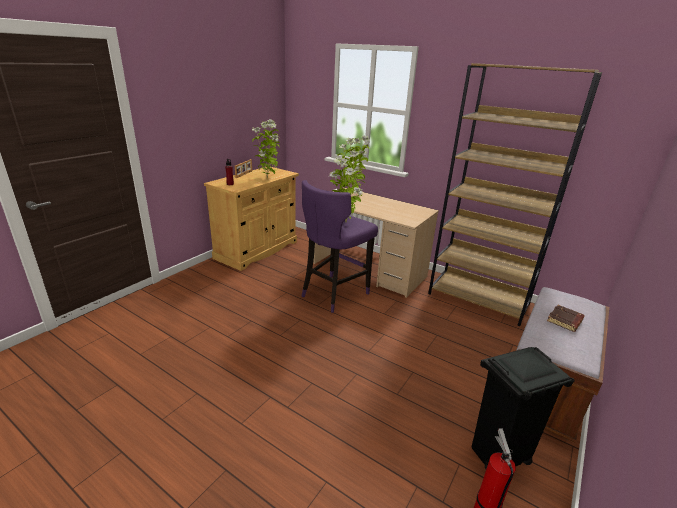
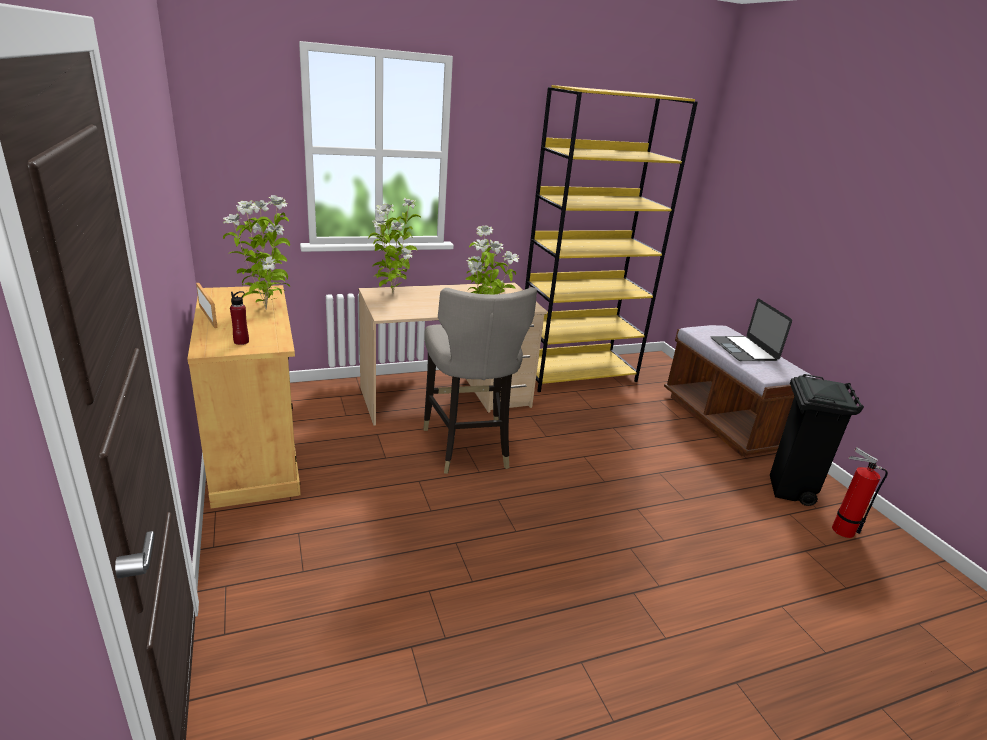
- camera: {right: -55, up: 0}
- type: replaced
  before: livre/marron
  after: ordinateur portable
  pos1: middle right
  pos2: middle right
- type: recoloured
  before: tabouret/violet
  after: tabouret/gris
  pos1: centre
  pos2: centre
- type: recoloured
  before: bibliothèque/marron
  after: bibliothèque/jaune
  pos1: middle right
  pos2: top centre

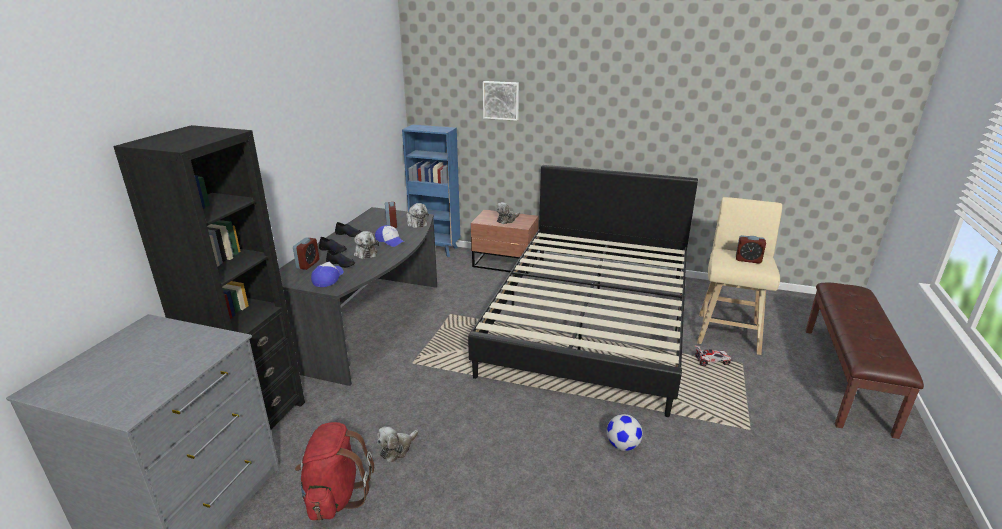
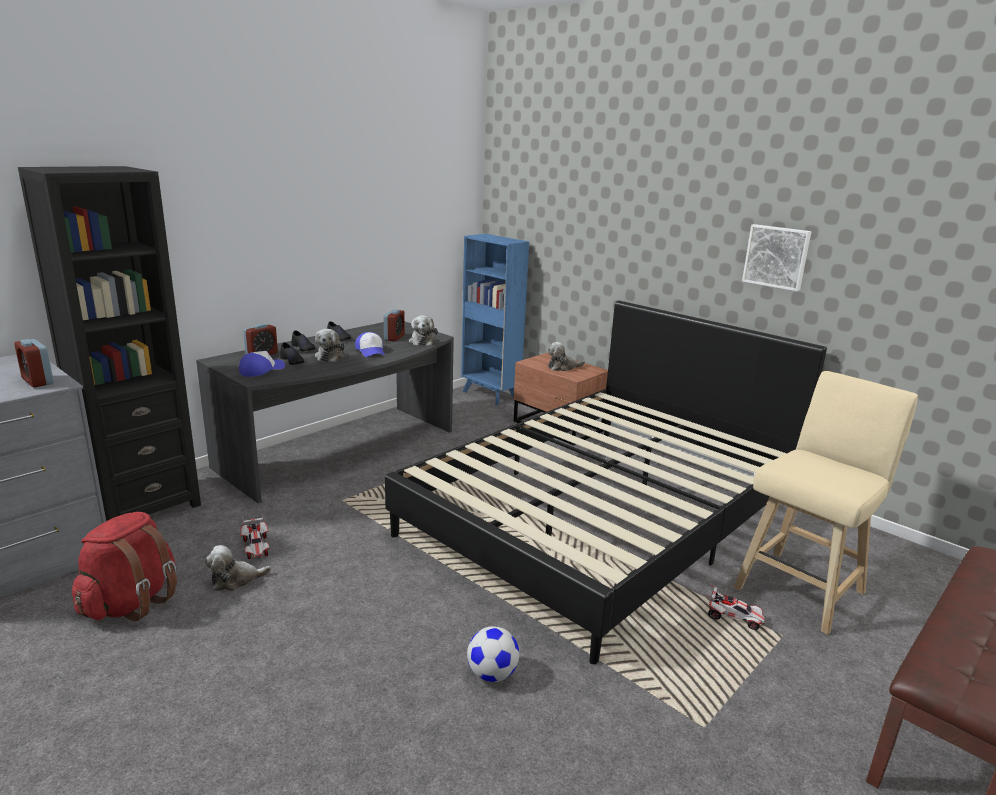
- camera: {right: 25, up: -5}
- type: added
  after: petite voiture (1st from left)
  pos2: bottom left
- type: moved
  before: tableau
  pos1: top centre
  pos2: top right
- type: moved
  before: réveil (3rd from left in the first image)
  after: réveil (1st from left)
  pos1: middle right
  pos2: middle left

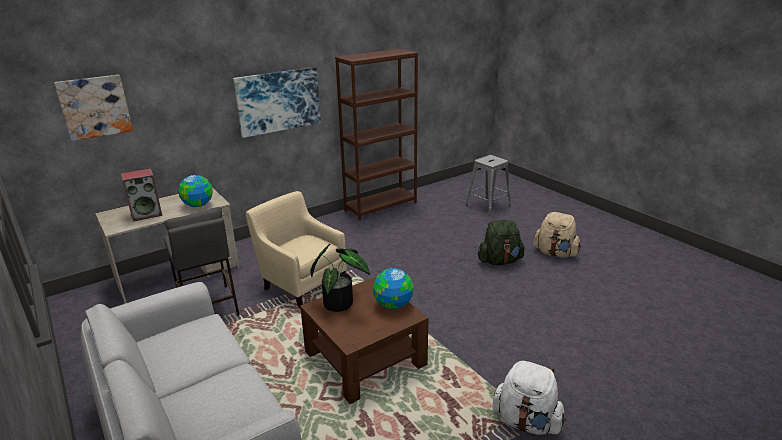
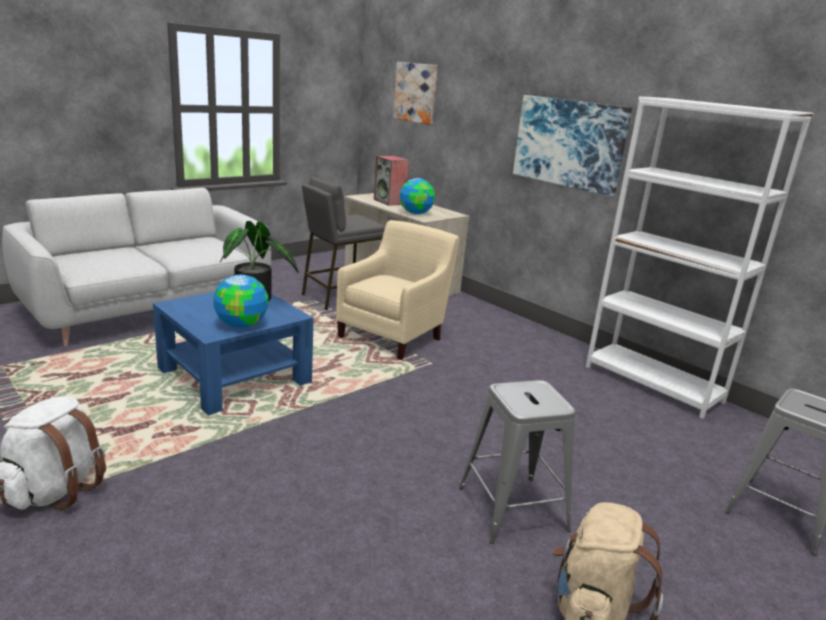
- camera: {right: 80, up: -5}
- type: replaced
  before: sac à dos/vert
  after: tabouret/gris (2nd from left)
  pos1: centre
  pos2: bottom centre
- type: recoloured
  before: table basse/marron
  after: table basse/bleu
  pos1: bottom centre
  pos2: middle left
- type: recoloured
  before: bibliothèque/marron
  after: bibliothèque/blanc
  pos1: top centre
  pos2: middle right

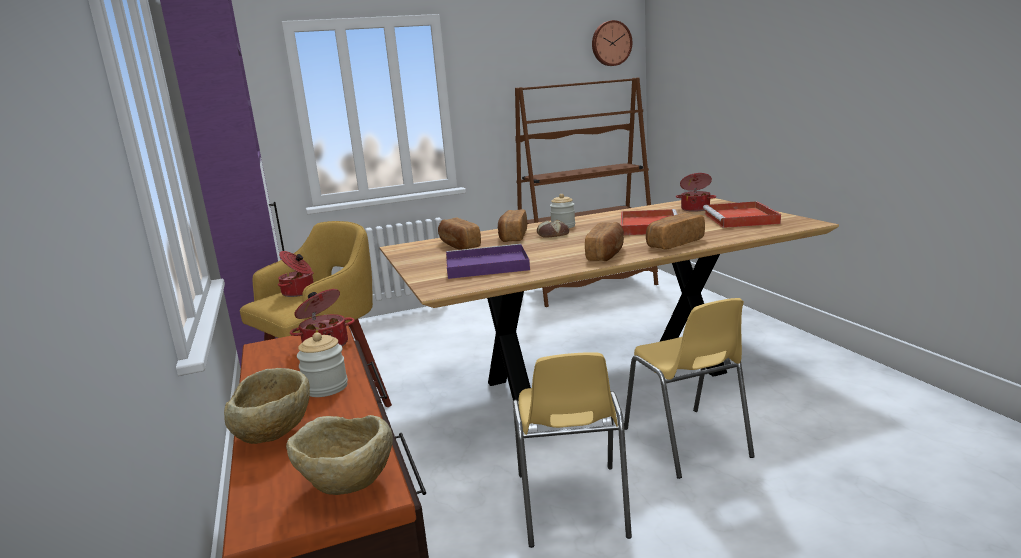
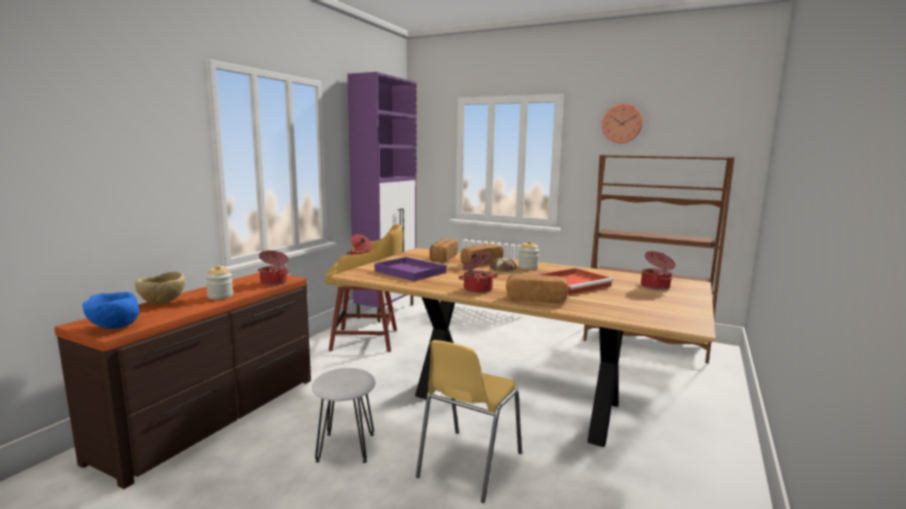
- camera: {right: 45, up: -5}
- type: removed
  before: plateau/rouge (2nd from left)
  pos1: middle right
- type: moved
  before: horloge murale
  pos1: top centre
  pos2: top right
- type: replaced
  before: chaise/jaune (1st from left)
  after: tabouret/blanc
  pos1: bottom centre
  pos2: bottom centre
- type: replaced
  before: pain (4th from left)
  after: marmite (3rd from left)
  pos1: centre
  pos2: centre
- type: recoloured
  before: bol/beige (2nd from left)
  after: bol/bleu
  pos1: bottom left
  pos2: middle left

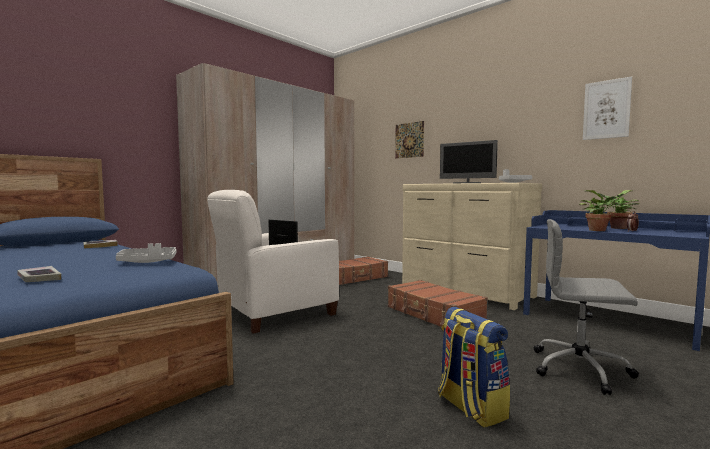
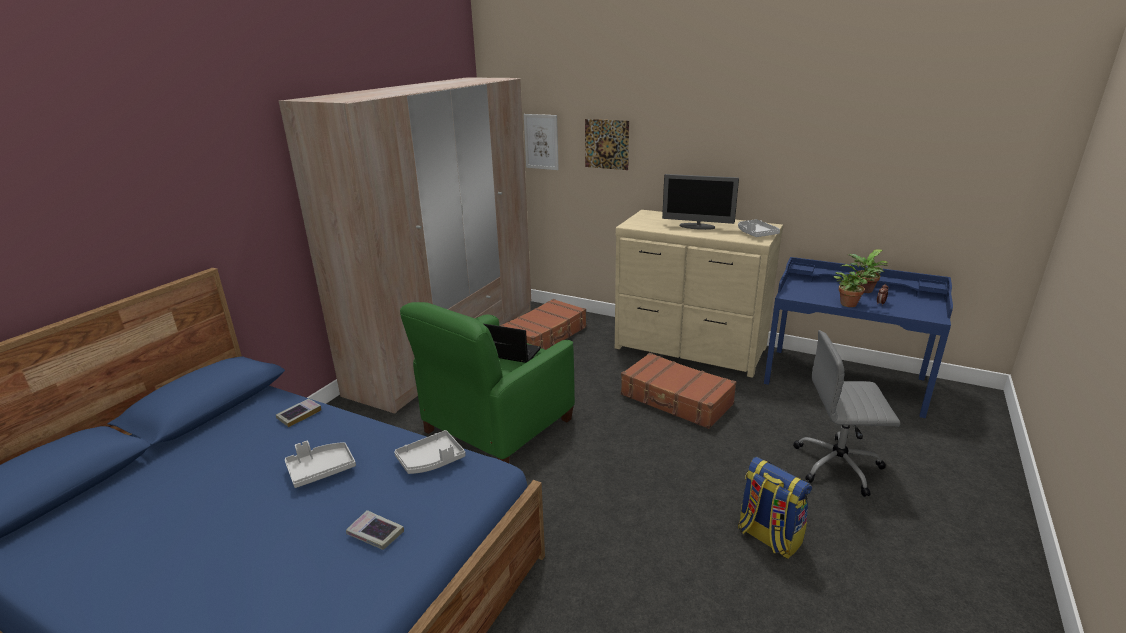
- camera: {right: -15, up: 20}
- type: added
  after: plateau/gris (1st from left)
  pos2: bottom left
- type: moved
  before: tableau (2nd from left in the first image)
  after: tableau (1st from left)
  pos1: top right
  pos2: top centre
- type: recoloured
  before: fauteuil/blanc
  after: fauteuil/vert
  pos1: centre
  pos2: centre

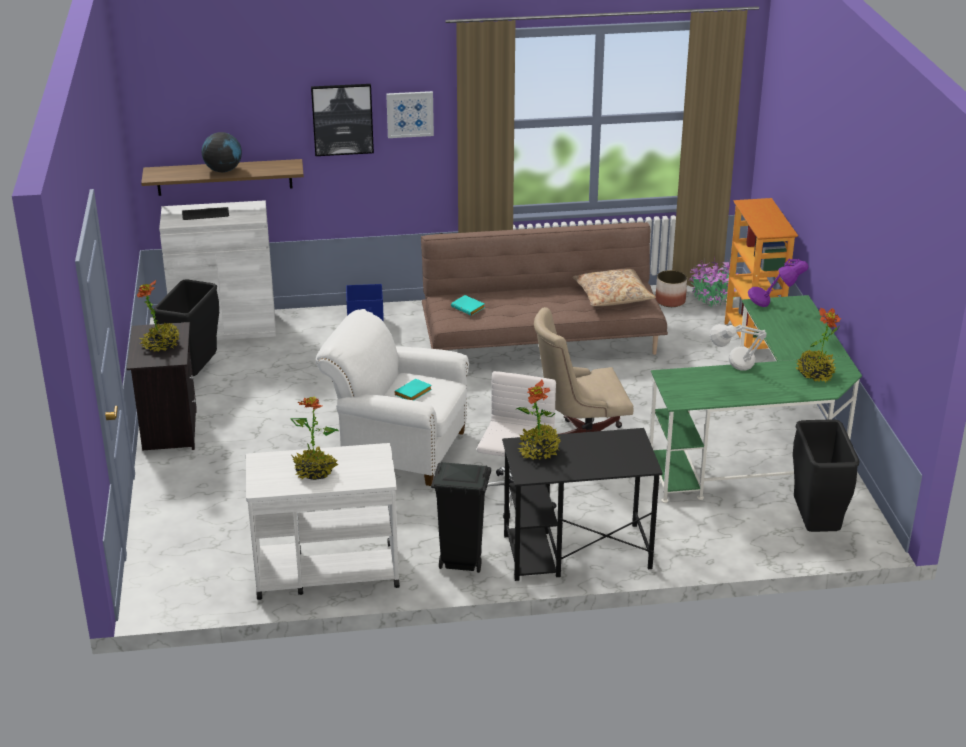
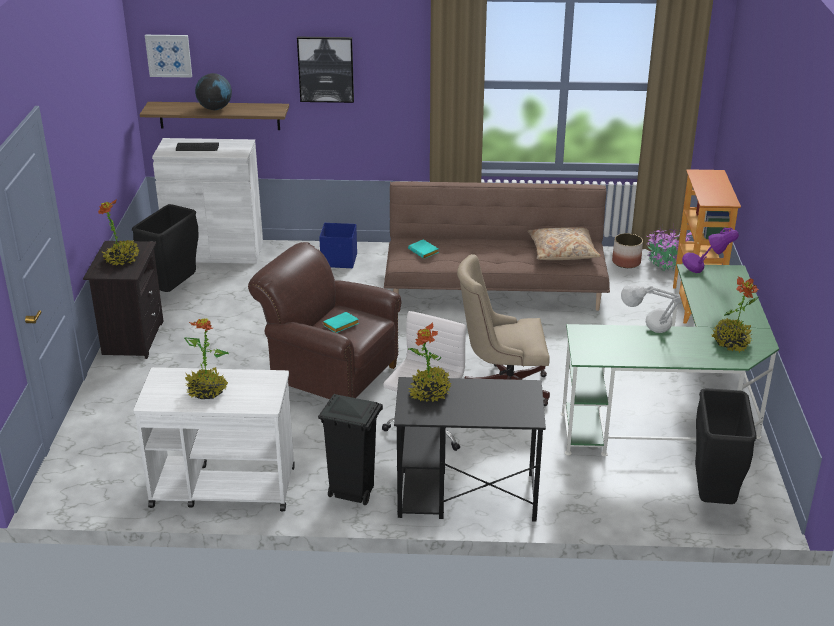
- camera: {right: 10, up: 0}
- type: moved
  before: tableau (2nd from left in the first image)
  after: tableau (1st from left)
  pos1: top centre
  pos2: top left
- type: recoloured
  before: fauteuil/blanc
  after: fauteuil/marron
  pos1: centre
  pos2: centre

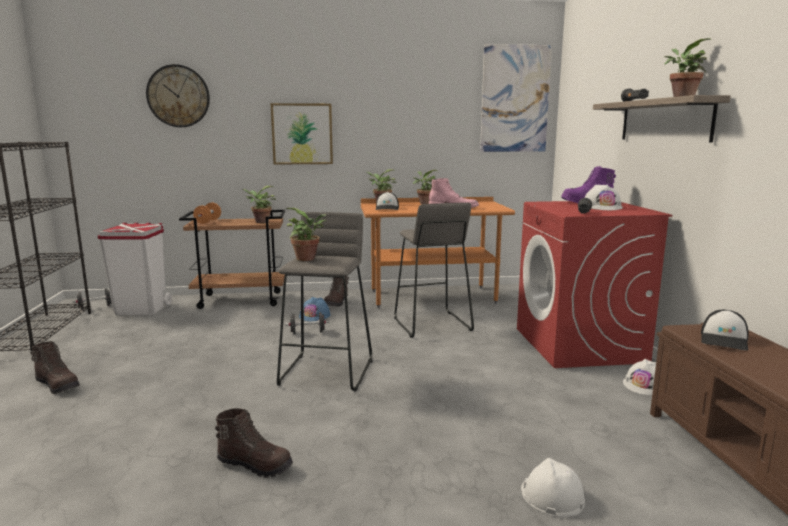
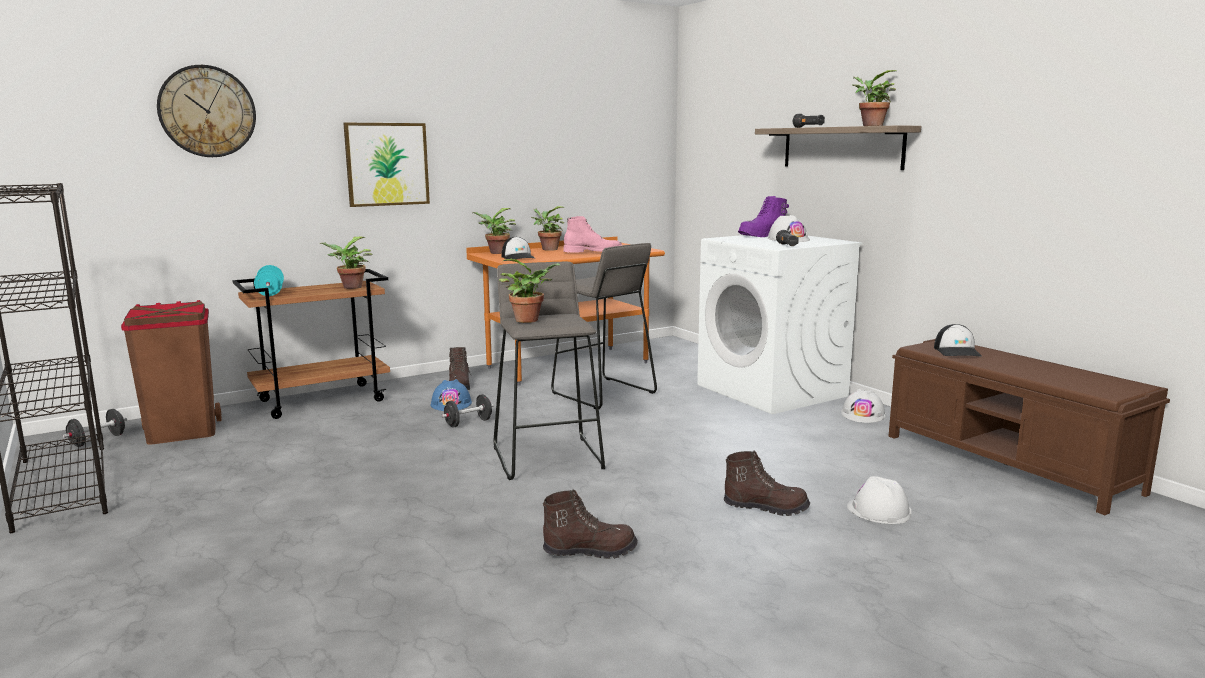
- camera: {right: -25, up: 0}
- type: removed
  before: tableau (2nd from left)
  pos1: top centre
- type: moved
  before: botte/marron (1st from left in the first image)
  after: botte/marron (3rd from left)
  pos1: bottom left
  pos2: bottom centre
- type: recoloured
  before: poubelle/blanc
  after: poubelle/marron
  pos1: middle left
  pos2: middle left
- type: recoloured
  before: haltère/orange
  after: haltère/turquoise
  pos1: middle left
  pos2: middle left
- type: recoloured
  before: lave-linge/rouge
  after: lave-linge/blanc
  pos1: middle right
  pos2: centre

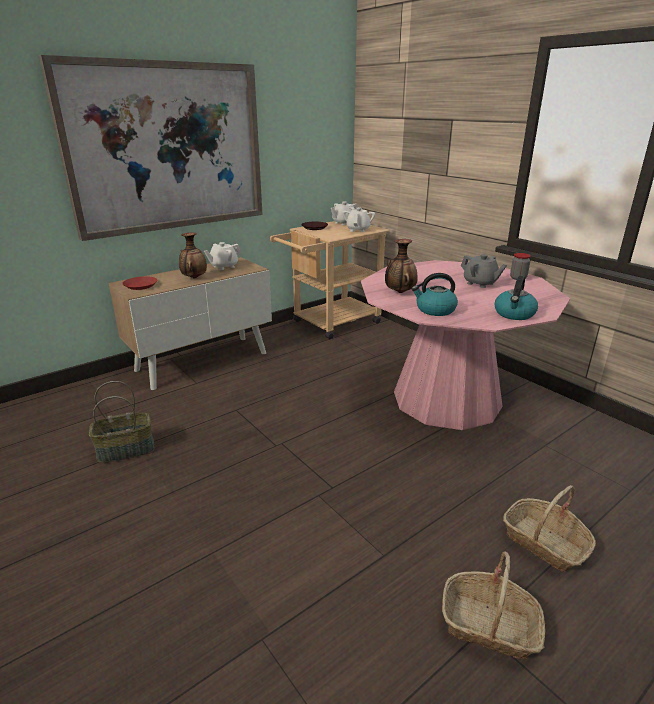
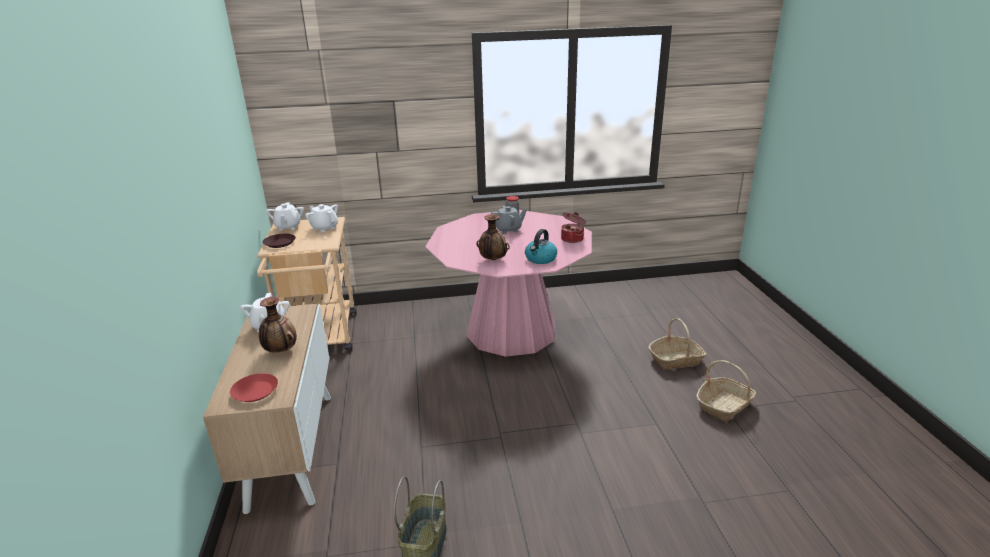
- camera: {right: -60, up: 0}
- type: removed
  before: tableau
  pos1: top left
- type: replaced
  before: bouilloire (2nd from left)
  after: marmite
  pos1: middle right
  pos2: centre

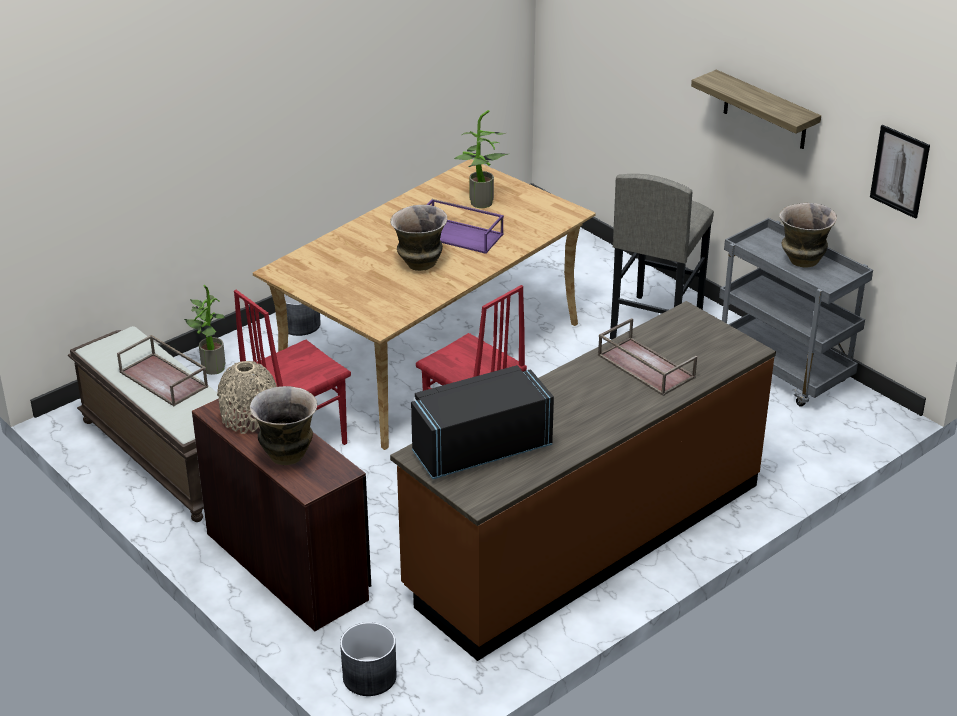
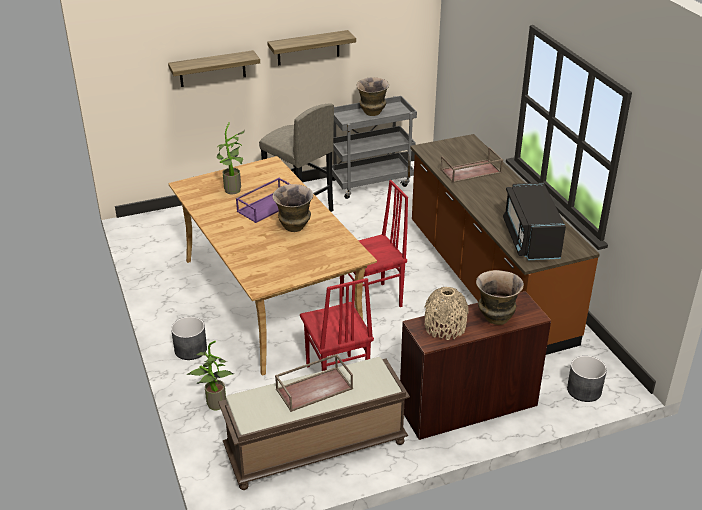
- camera: {right: -70, up: 0}
- type: removed
  before: tableau
  pos1: top right
- type: added
  after: étagère (1st from left)
  pos2: top left

